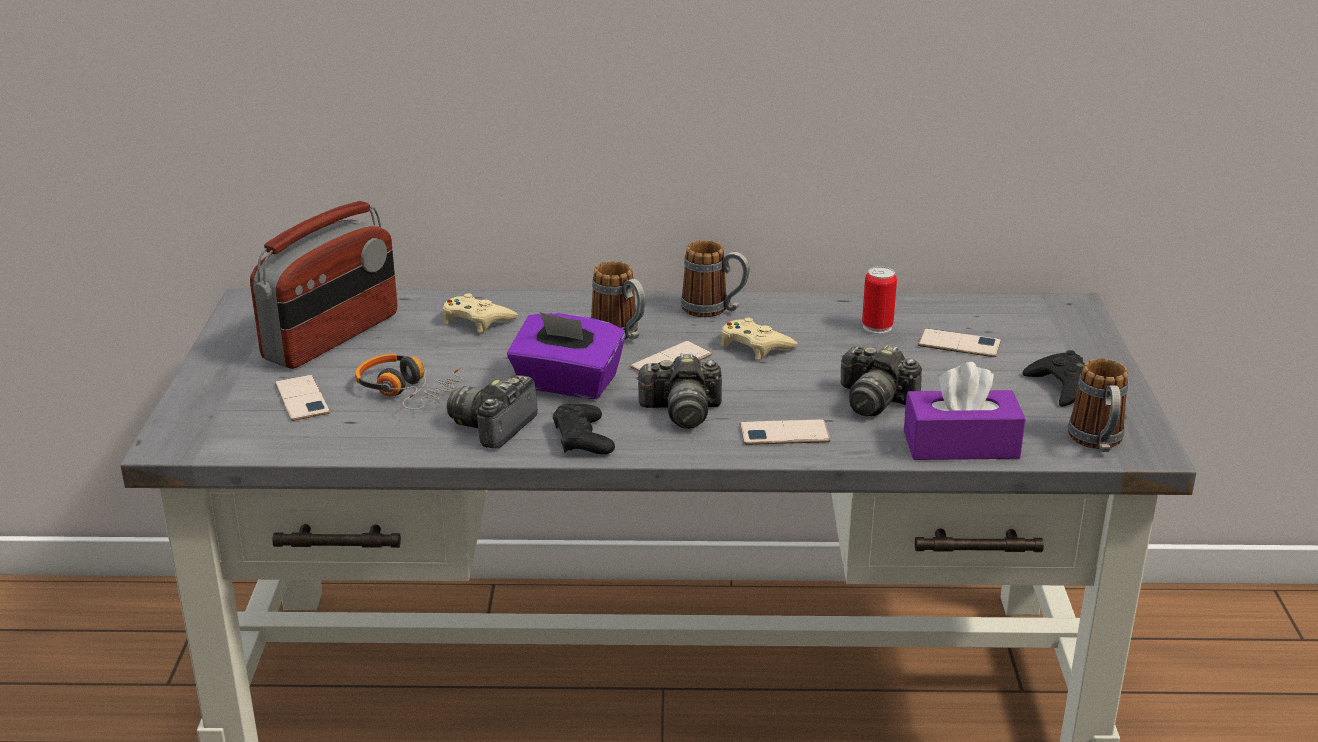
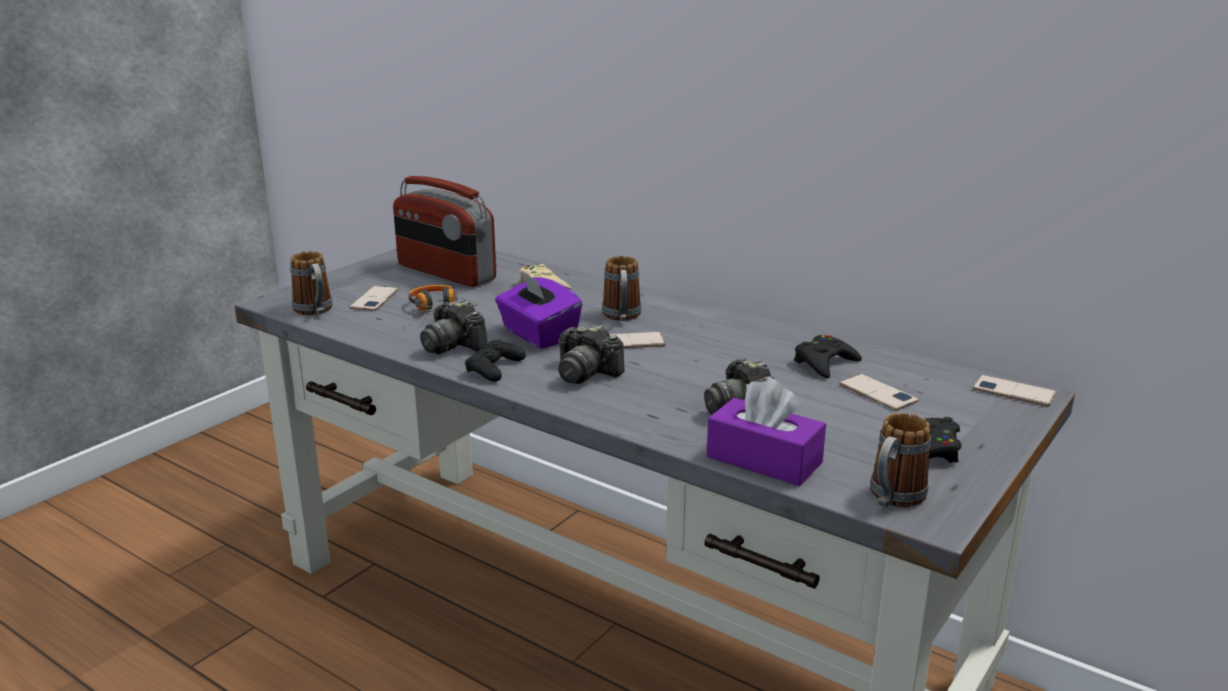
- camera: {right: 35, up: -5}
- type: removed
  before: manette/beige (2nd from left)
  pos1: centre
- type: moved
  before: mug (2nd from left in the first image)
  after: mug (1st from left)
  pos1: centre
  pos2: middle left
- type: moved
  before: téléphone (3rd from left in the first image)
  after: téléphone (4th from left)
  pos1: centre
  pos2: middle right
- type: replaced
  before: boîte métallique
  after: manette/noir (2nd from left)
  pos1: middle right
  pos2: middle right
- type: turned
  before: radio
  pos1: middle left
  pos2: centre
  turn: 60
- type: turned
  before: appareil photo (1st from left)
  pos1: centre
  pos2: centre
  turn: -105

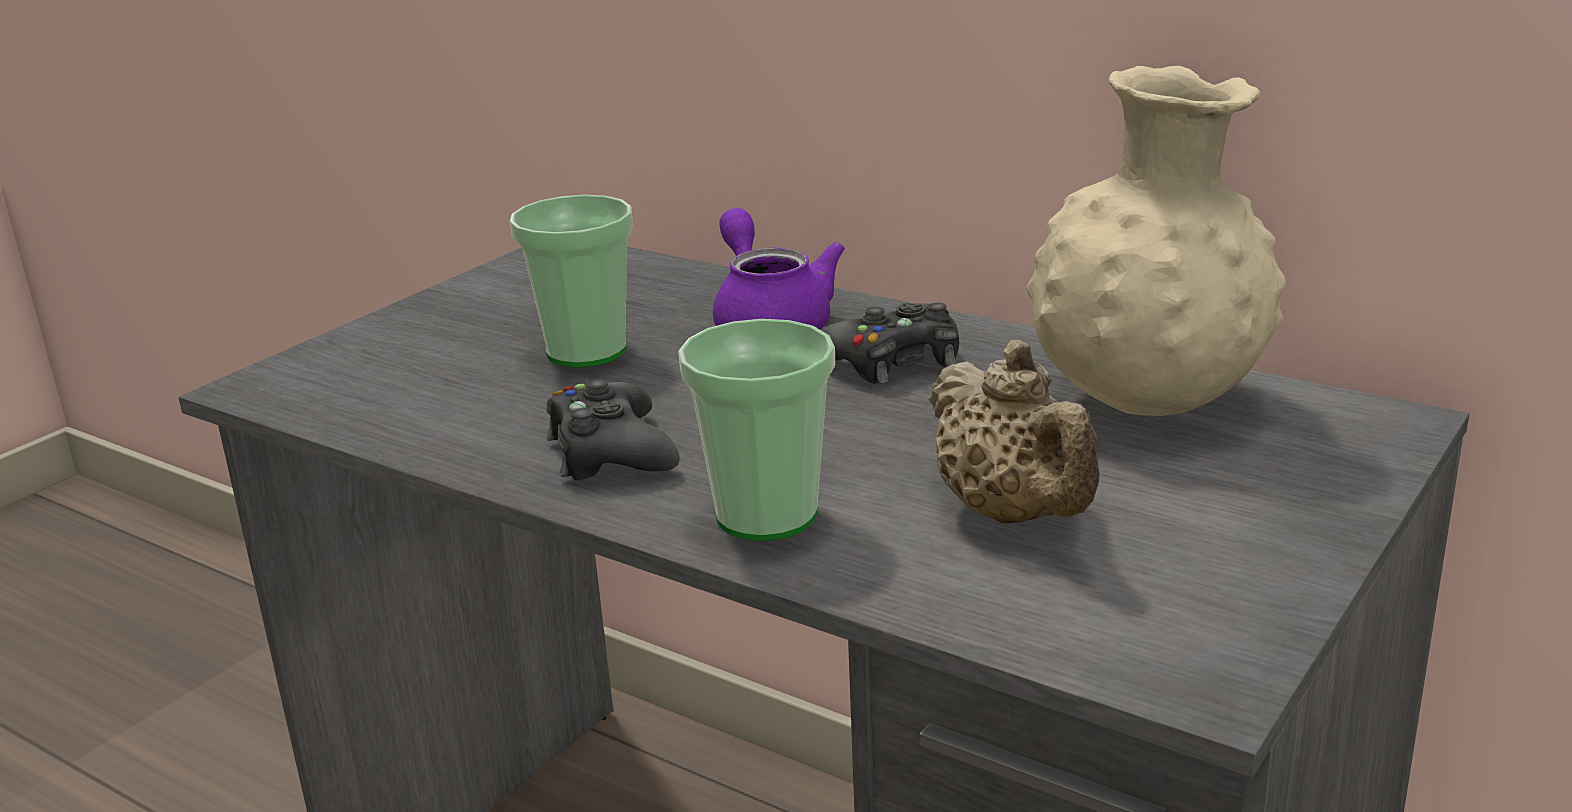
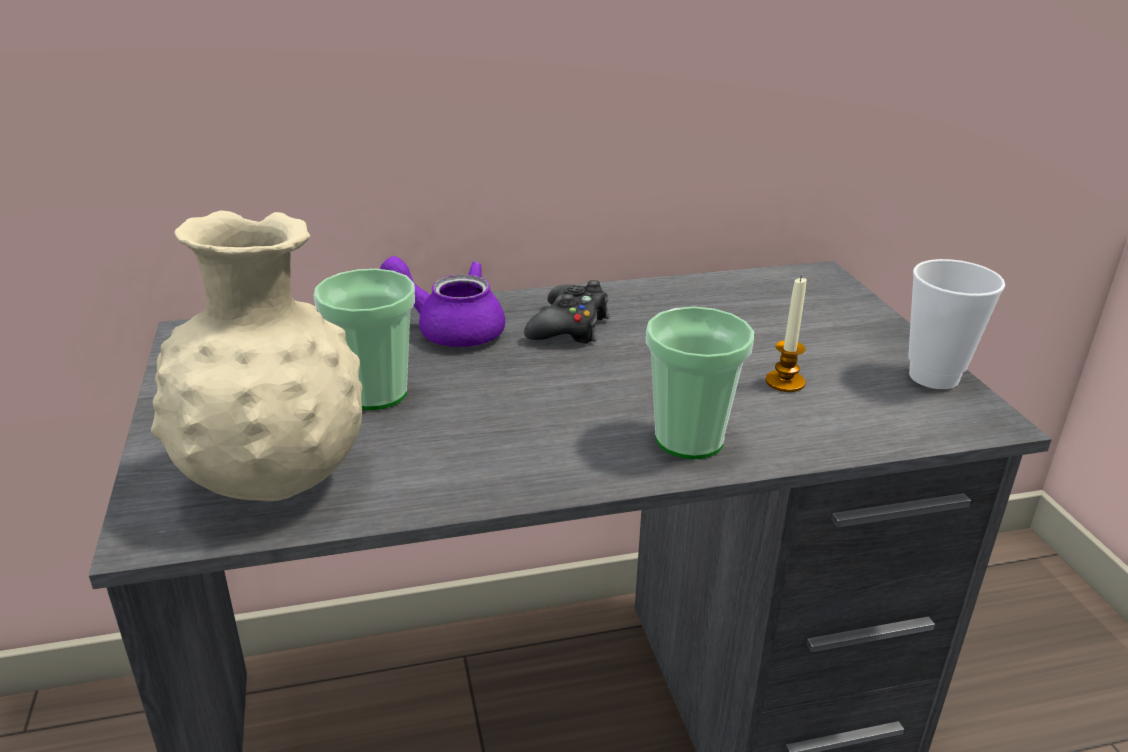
- camera: {right: -50, up: 5}
- type: removed
  before: manette/noir (1st from left)
  pos1: centre
- type: added
  after: tasse (3rd from left)
  pos2: middle right
- type: moved
  before: vase/beige
  pos1: top right
  pos2: middle left
- type: replaced
  before: théière/beige
  after: bougie
  pos1: centre
  pos2: middle right

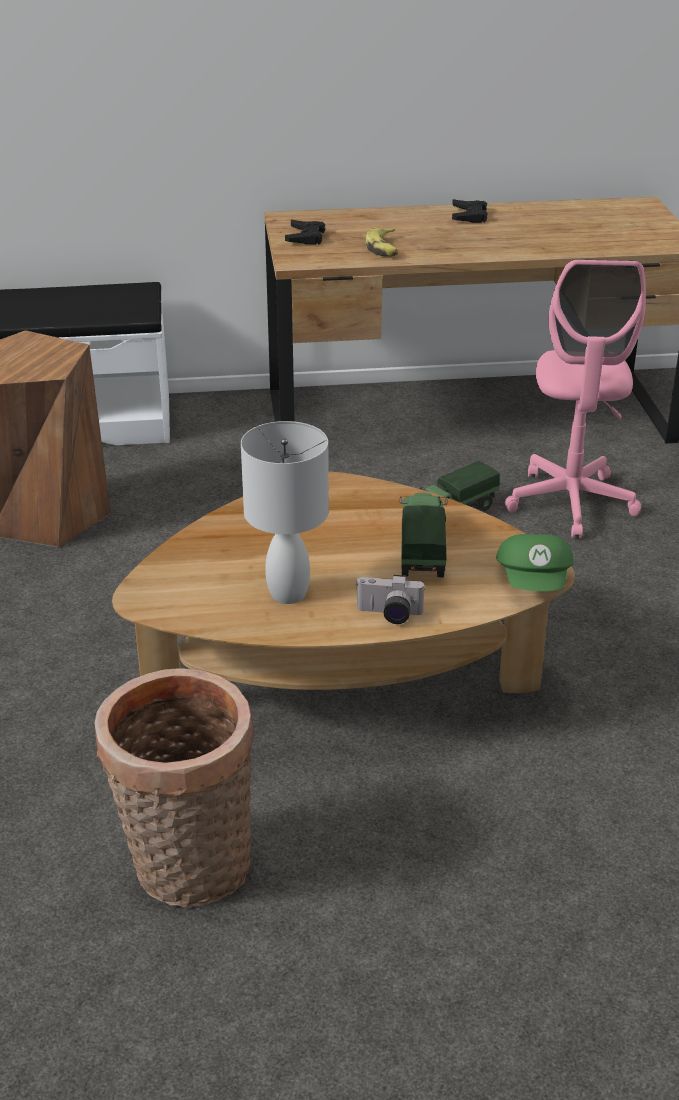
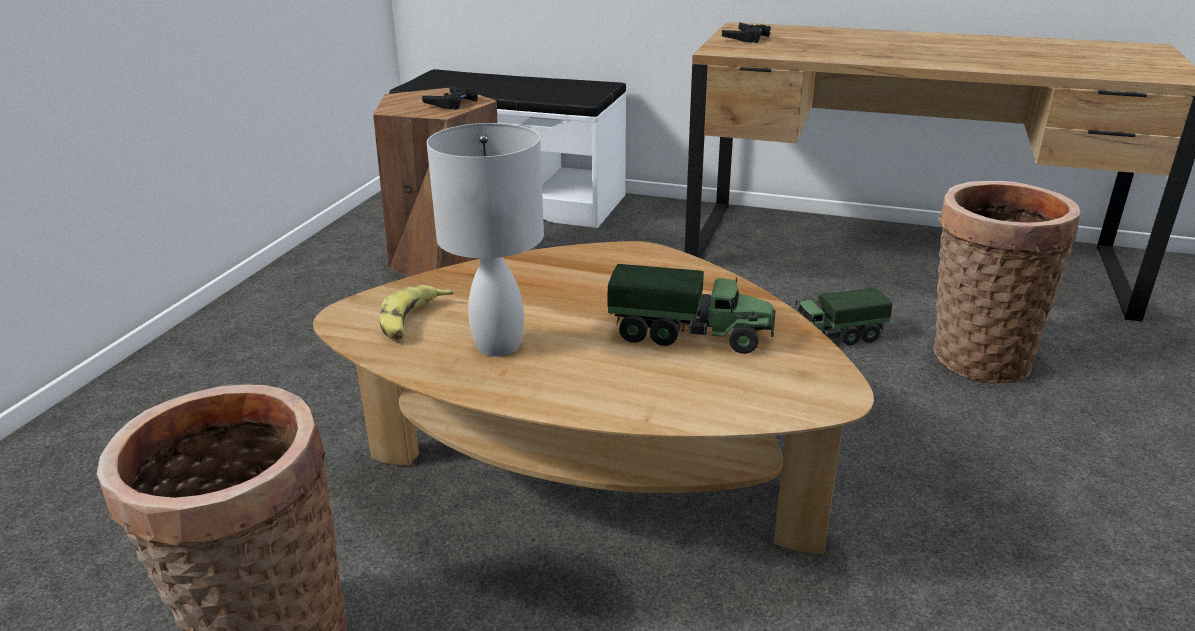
- camera: {right: 25, up: -5}
- type: removed
  before: appareil photo
  pos1: centre
- type: removed
  before: casquette/vert
  pos1: middle right
- type: moved
  before: banane
  pos1: top centre
  pos2: centre
- type: moved
  before: manette/noir (2nd from left in the first image)
  after: manette/noir (1st from left)
  pos1: top right
  pos2: top centre
- type: replaced
  before: chaise de bureau/rose
  after: panier (2nd from left)
  pos1: middle right
  pos2: middle right
- type: turned
  before: camion jouet (1st from left)
  pos1: centre
  pos2: centre
  turn: 75

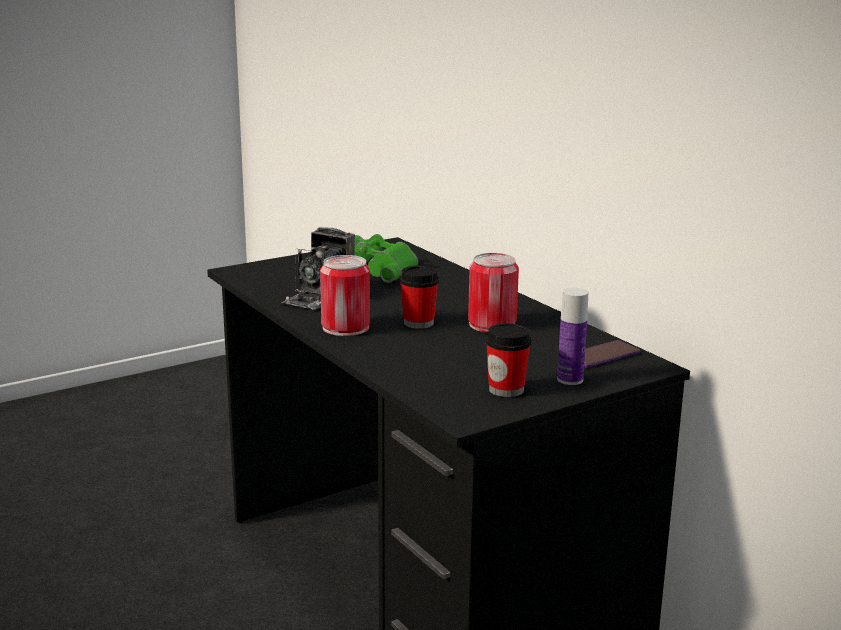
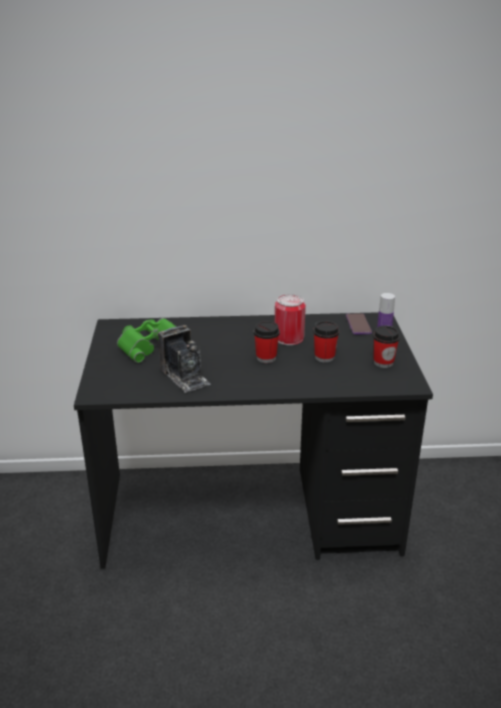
- camera: {right: -60, up: 10}
- type: removed
  before: boîte métallique (1st from left)
  pos1: centre
- type: added
  after: tasse (2nd from left)
  pos2: centre

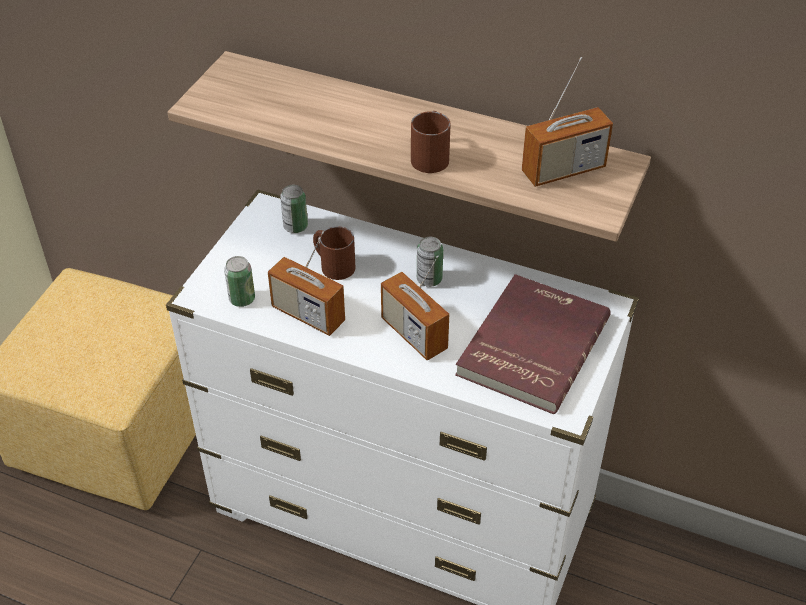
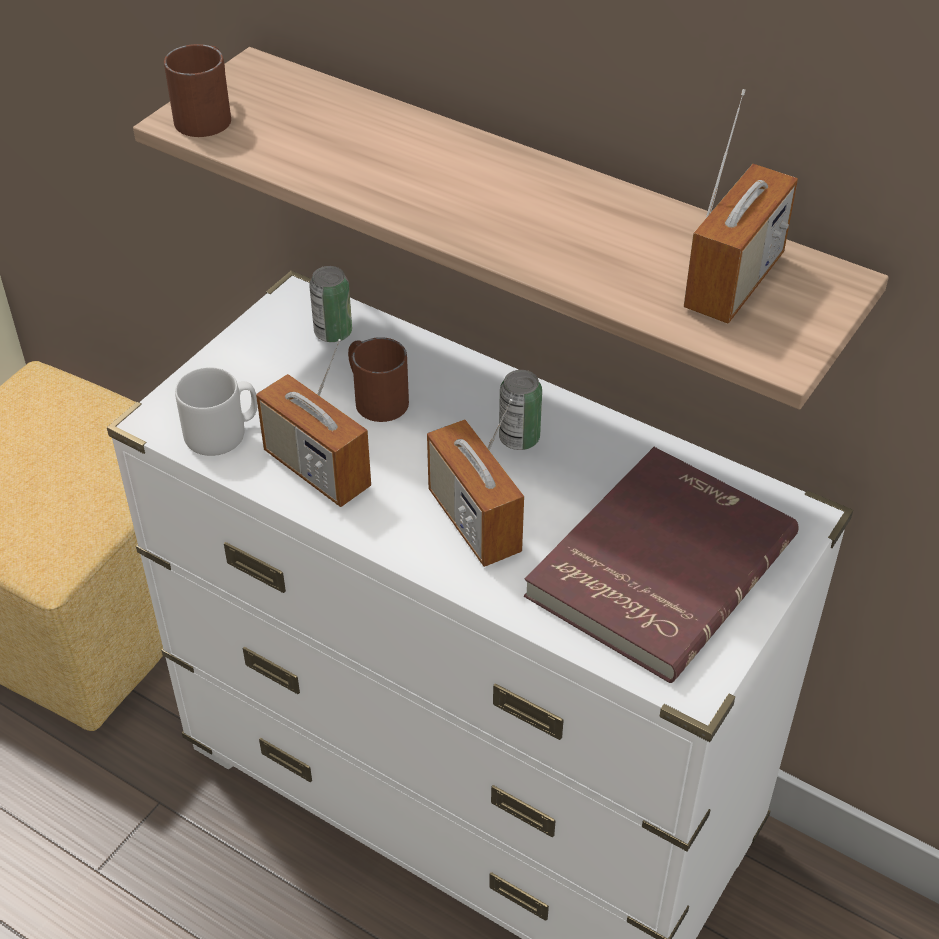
- camera: {right: 10, up: 0}
- type: moved
  before: mug/marron (2nd from left in the first image)
  after: mug/marron (1st from left)
  pos1: top centre
  pos2: top left
- type: replaced
  before: boîte métallique (1st from left)
  after: mug/gris
  pos1: middle left
  pos2: middle left
- type: turned
  before: radio (3rd from left)
  pos1: top right
  pos2: top right
  turn: -45

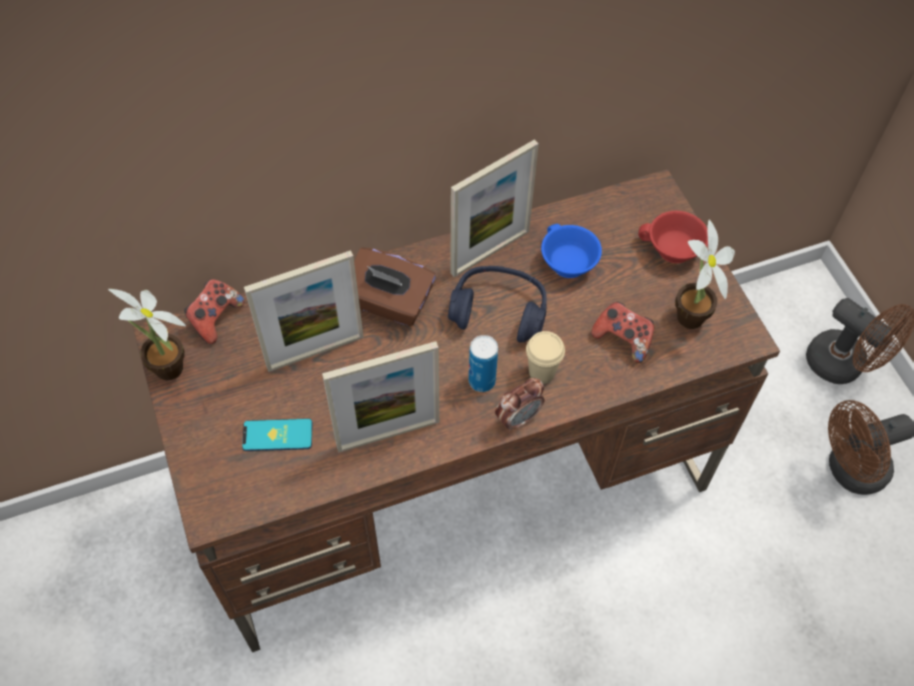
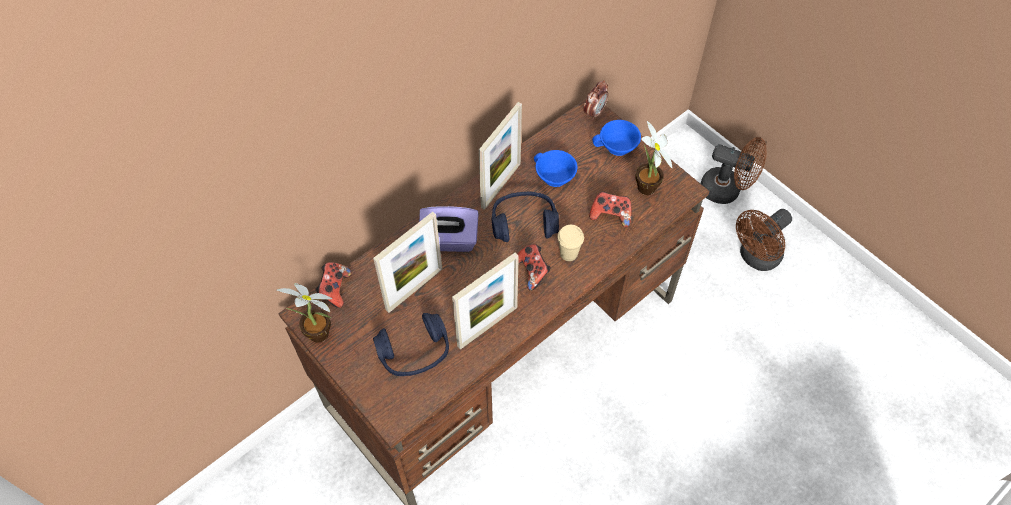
- camera: {right: -20, up: 0}
- type: moved
  before: réveil
  pos1: centre
  pos2: top centre
- type: replaced
  before: téléphone
  after: casque audio/bleu (1st from left)
  pos1: middle left
  pos2: bottom centre
- type: replaced
  before: boîte métallique
  after: manette (2nd from left)
  pos1: centre
  pos2: centre
- type: recoloured
  before: boîte à mouchoirs/marron
  after: boîte à mouchoirs/violet
  pos1: centre
  pos2: centre
- type: recoloured
  before: tasse/rouge
  after: tasse/bleu (2nd from left)
  pos1: middle right
  pos2: top centre

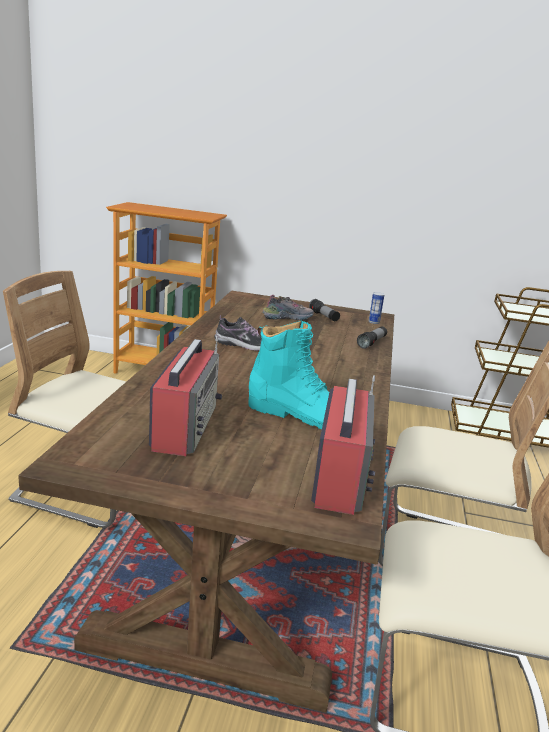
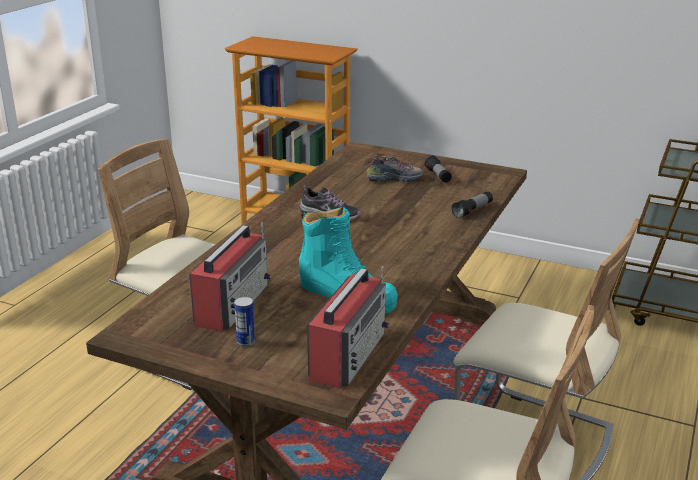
- camera: {right: 15, up: 5}
- type: moved
  before: boîte métallique
  pos1: middle right
  pos2: bottom centre

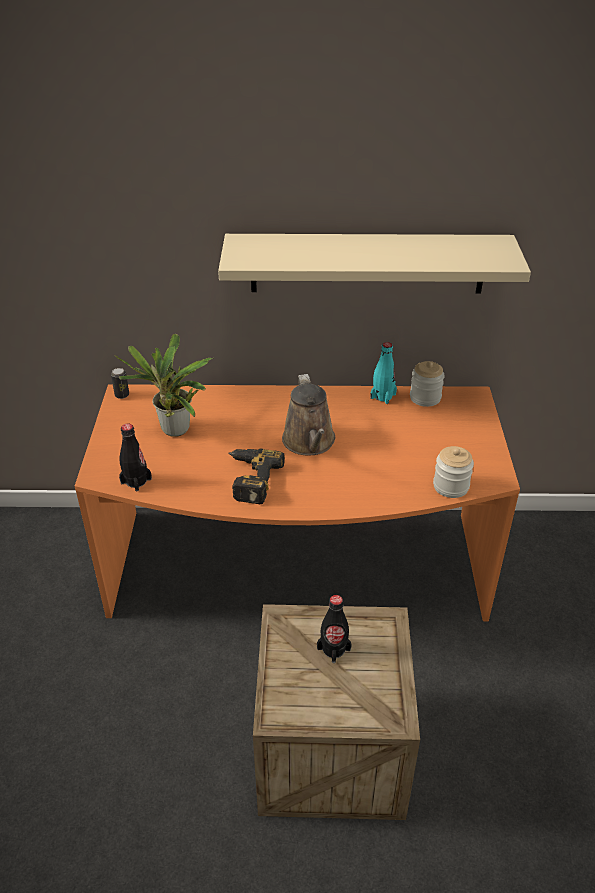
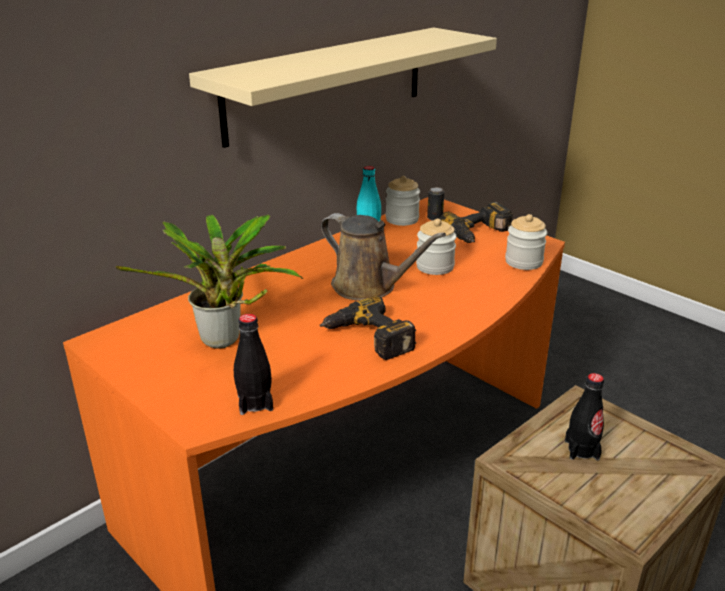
- camera: {right: -45, up: -10}
- type: added
  after: bocal (2nd from left)
  pos2: centre
- type: added
  after: perceuse (2nd from left)
  pos2: centre
- type: moved
  before: boîte métallique
  pos1: middle left
  pos2: centre

